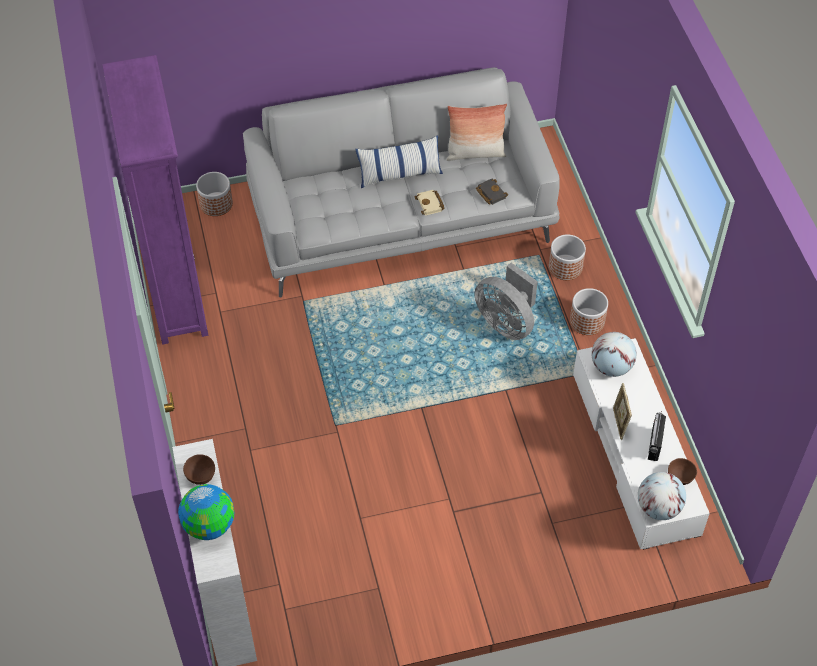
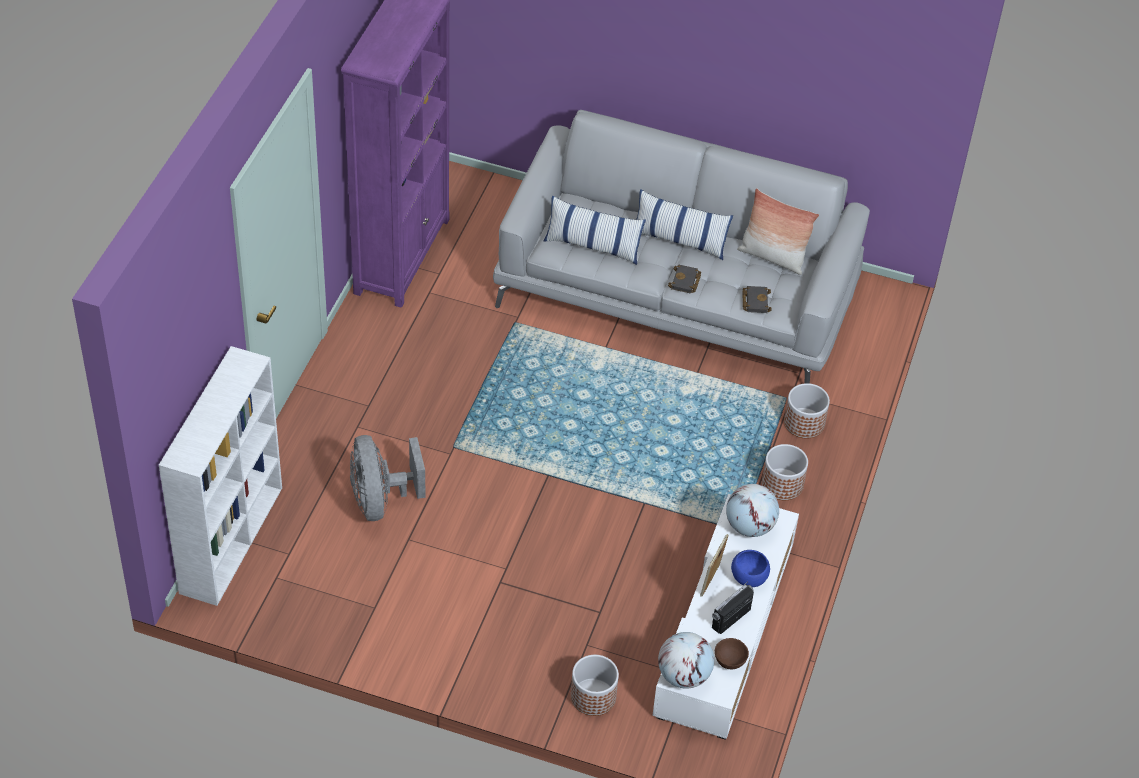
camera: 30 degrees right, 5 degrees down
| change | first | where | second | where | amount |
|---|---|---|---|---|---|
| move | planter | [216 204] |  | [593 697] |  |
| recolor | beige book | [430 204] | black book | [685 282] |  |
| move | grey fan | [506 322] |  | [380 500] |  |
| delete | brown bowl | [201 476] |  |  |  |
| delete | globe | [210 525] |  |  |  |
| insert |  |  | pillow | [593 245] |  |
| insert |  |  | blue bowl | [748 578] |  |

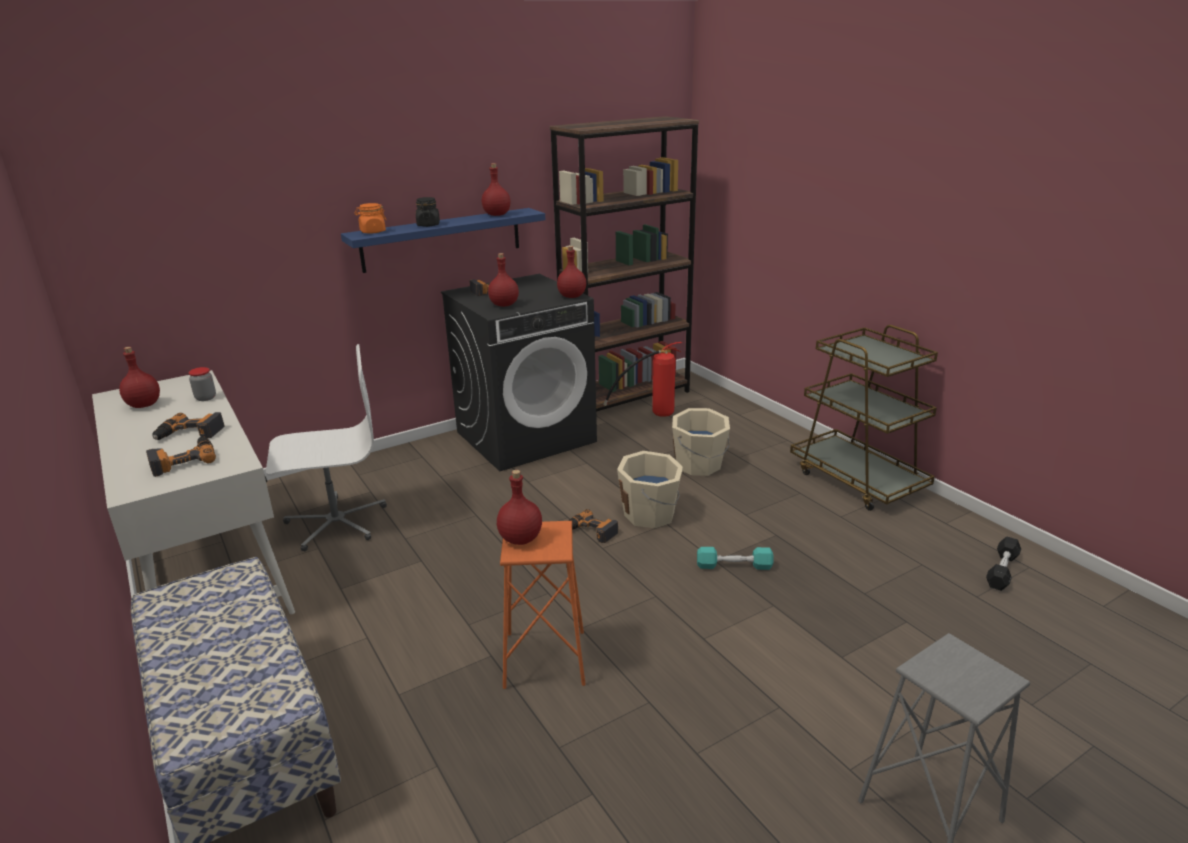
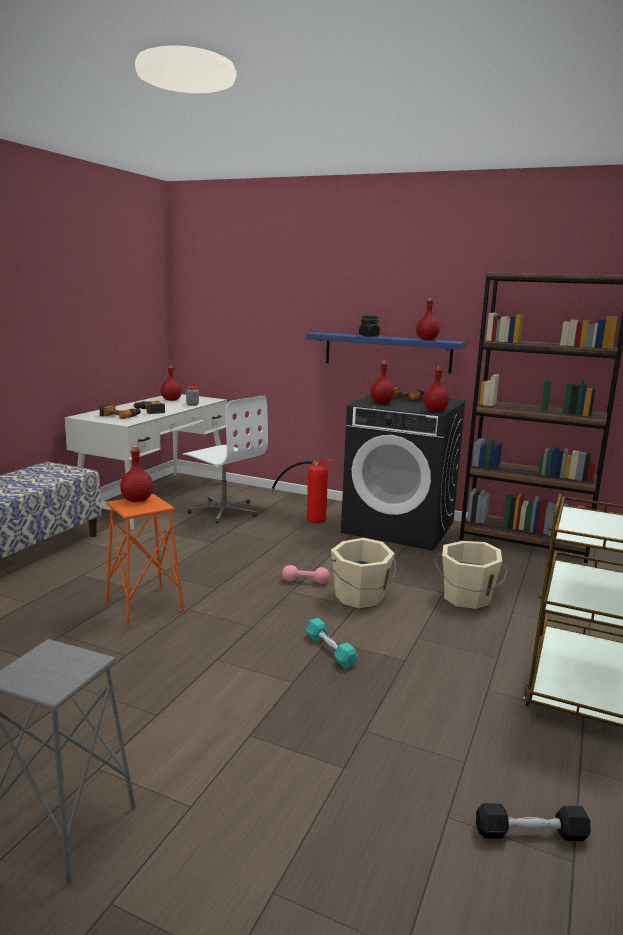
camera: 55 degrees right, 10 degrees down
| change | first | where | second | where | amount |
|---|---|---|---|---|---|
| delete | orange jar | [372 232] |  |  |  |
| move | fire extinguisher | [651 415] |  | [306 517] |  |
| replace | power drill | [590 532] | pink dumbbell | [305 581] |  |

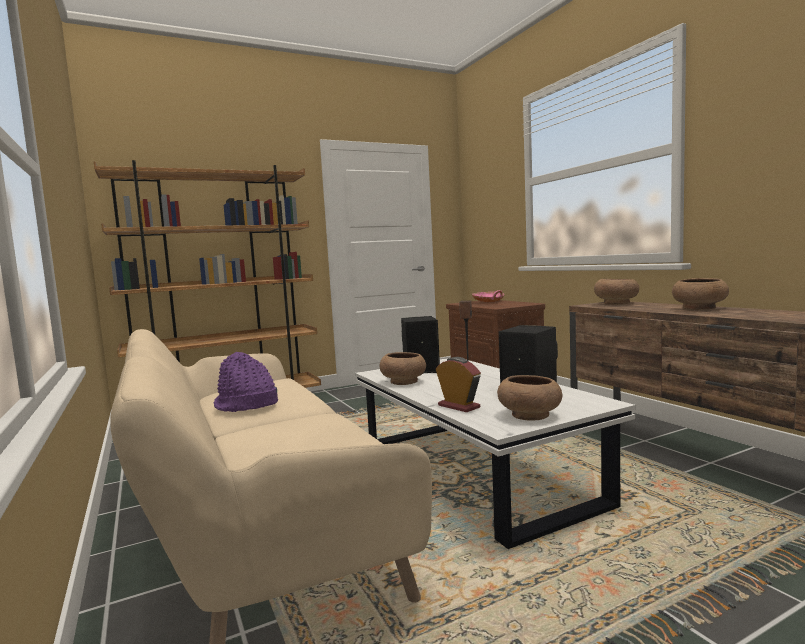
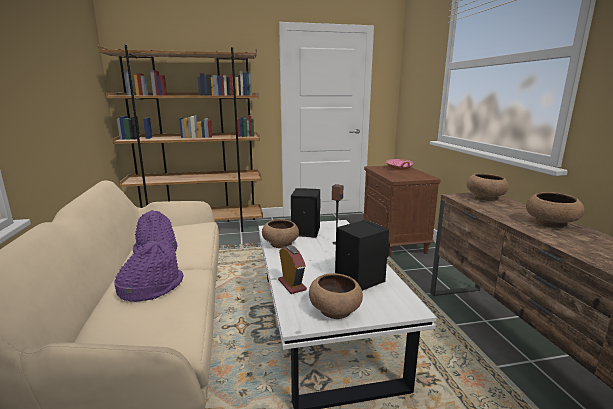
camera: 15 degrees right, 10 degrees up
| change | first | where | second | where | amount |
|---|---|---|---|---|---|
| insert |  |  | purple hat | [151 287] |  |

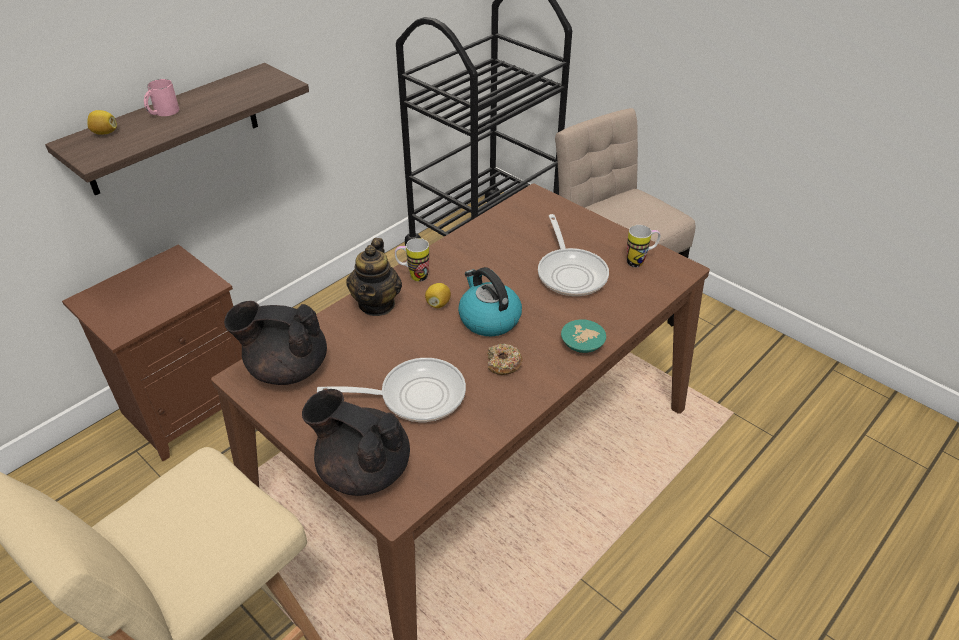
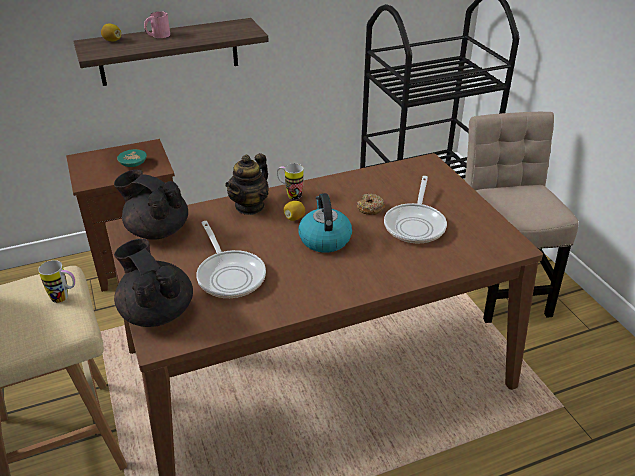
camera: 25 degrees right, 5 degrees down
| change | first | where | second | where | amount |
|---|---|---|---|---|---|
| move | mug | [640 261] |  | [65 298] |  |
| move | turquoise bowl | [584 344] |  | [134 164] |  |
| move | donut | [503 364] |  | [370 208] |  |
| rotate | frying pan | [415 395] |  | [230 275] | 45 degrees clockwise |

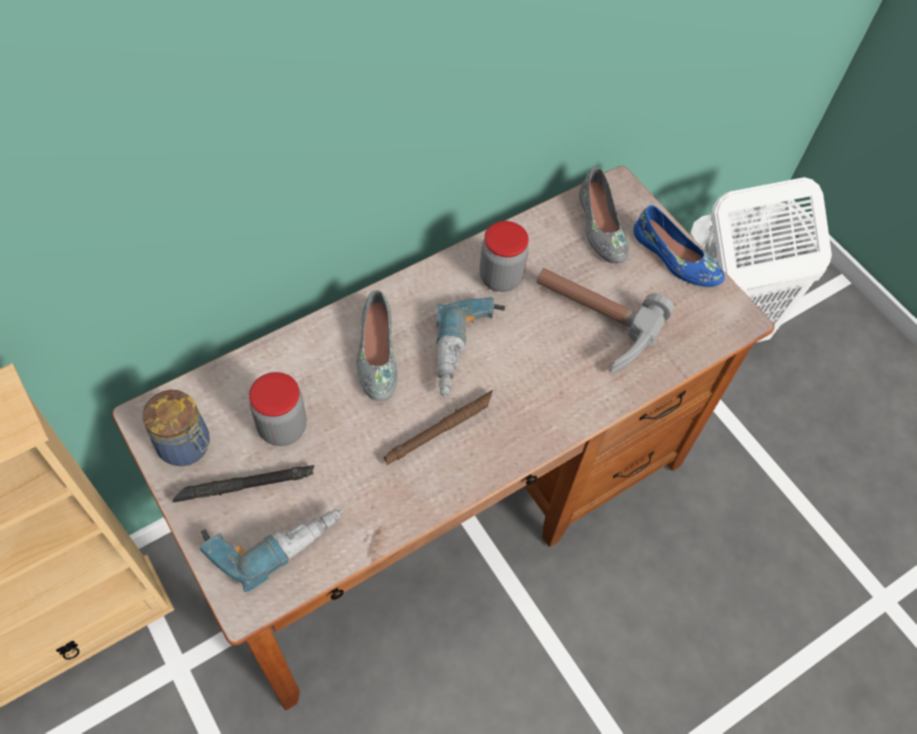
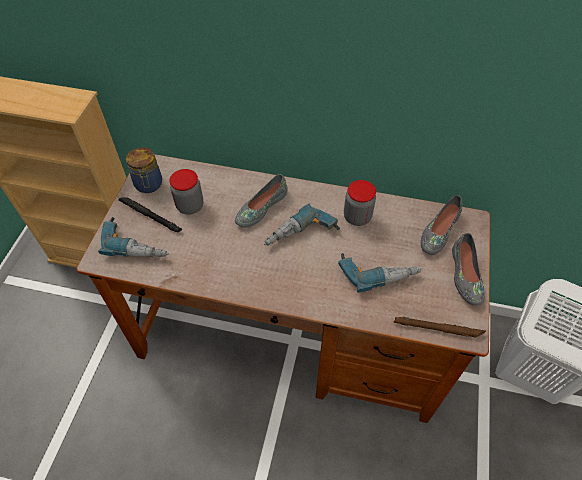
camera: 50 degrees right, 5 degrees down
| change | first | where | second | where | amount |
|---|---|---|---|---|---|
| recolor | blue shoe | [675 258] | grey shoe | [465 275] |  |
| replace | hammer | [590 323] | power drill | [378 270] |  |
| move | brown flashlight | [440 430] |  | [438 328] |  |

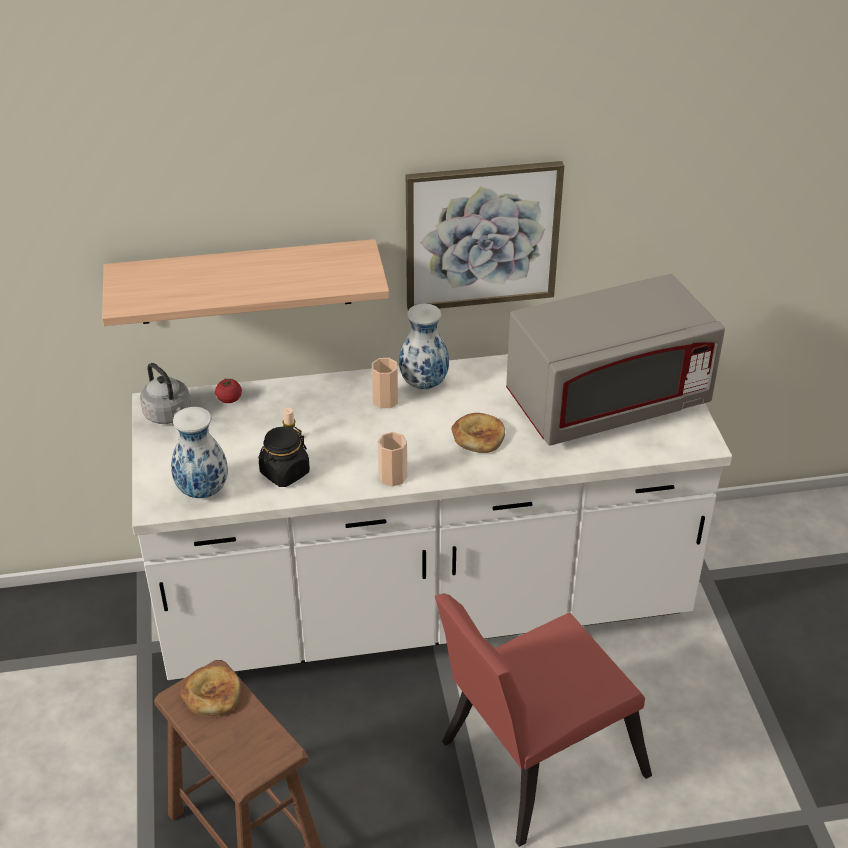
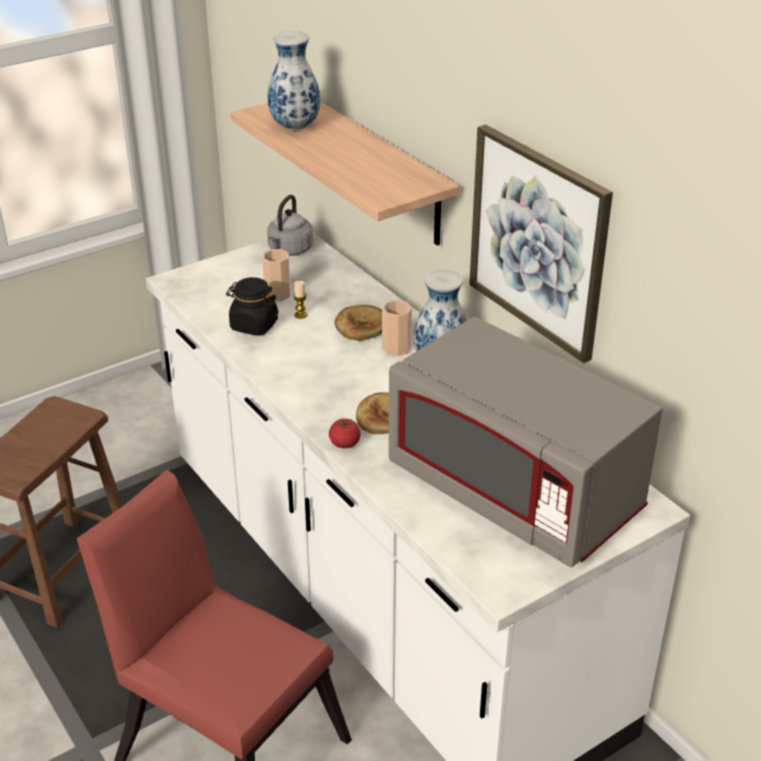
camera: 65 degrees right, 5 degrees down
| change | first | where | second | where | amount |
|---|---|---|---|---|---|
| move | tomato | [229 399] |  | [344 444] |  |
| move | vase | [203 490] |  | [296 127] |  |
| move | cup | [393 476] |  | [277 294] |  |
| move | bread | [211 693] |  | [361 326] |  |

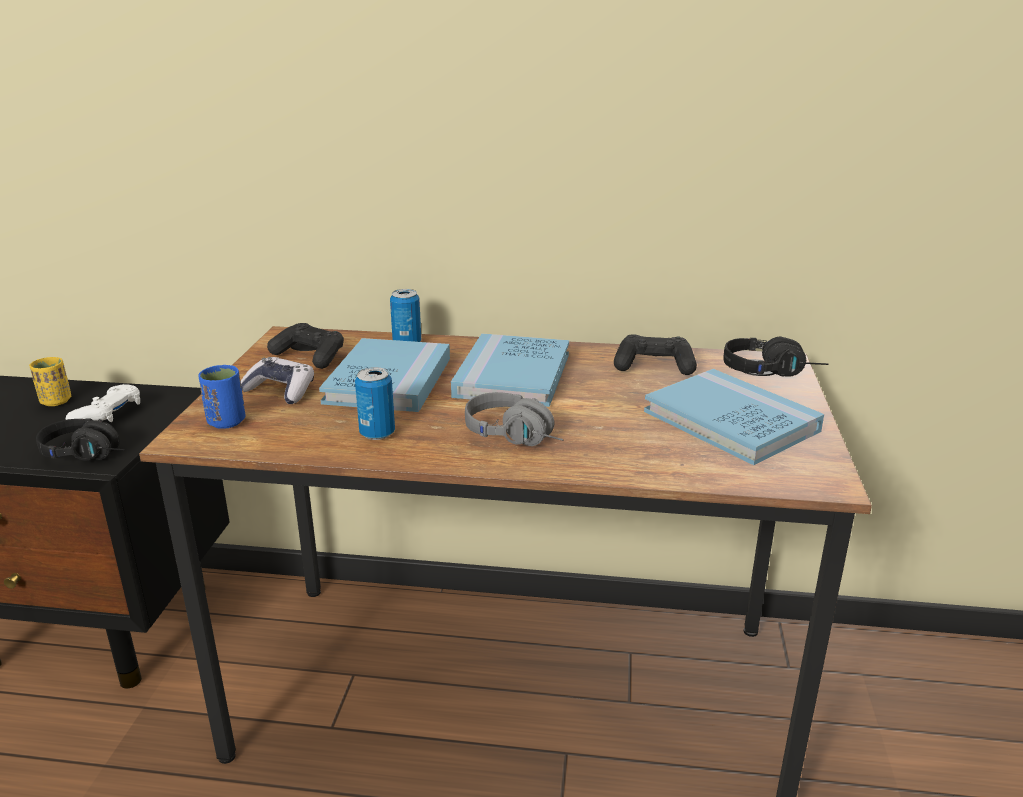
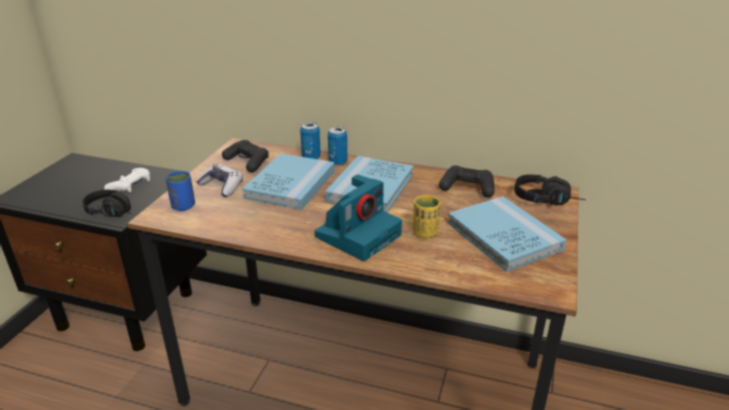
camera: 10 degrees right, 5 degrees up
| change | first | where | second | where | amount |
|---|---|---|---|---|---|
| move | yellow cup | [56 401] |  | [425 232] |  |
| move | can | [377 433] |  | [338 162] |  |
| replace | grey headphones | [518 437] | photo camera | [358 234] |  |

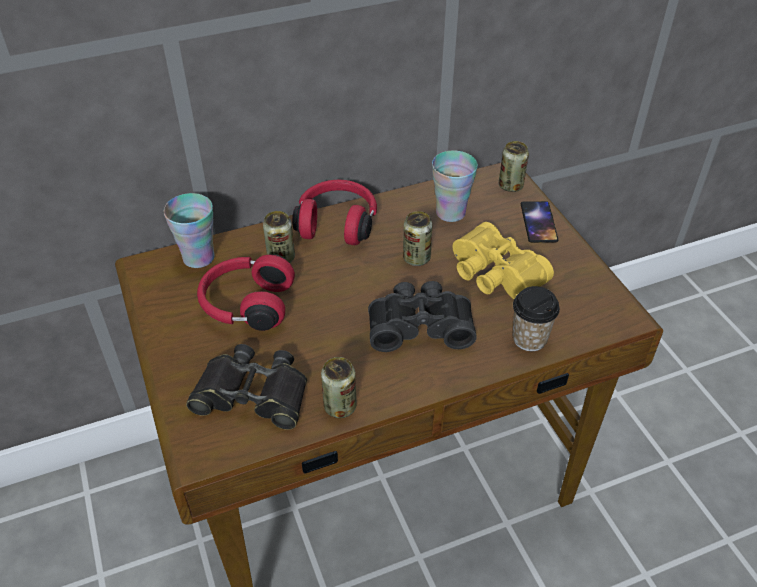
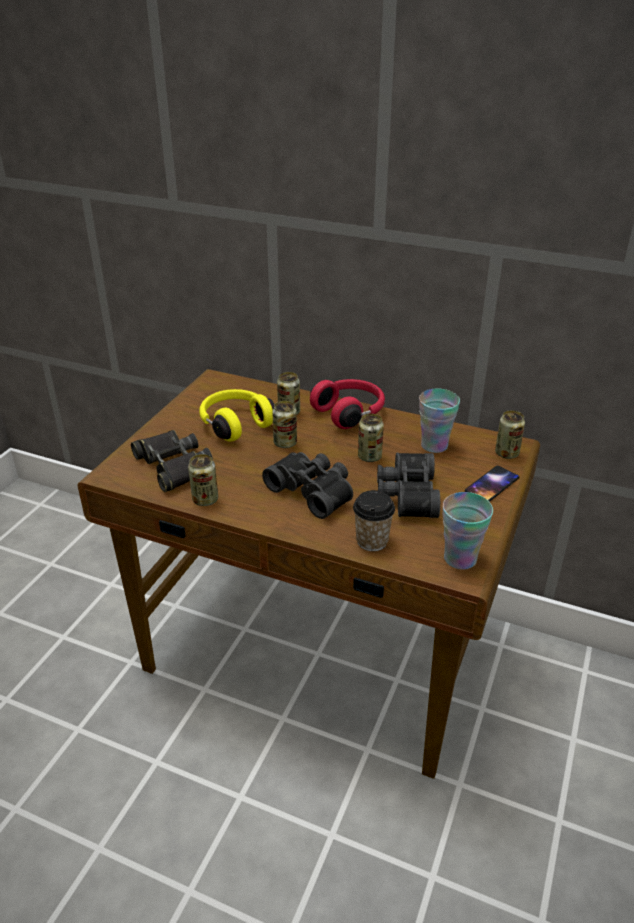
camera: 45 degrees right, 10 degrees down
| change | first | where | second | where | amount |
|---|---|---|---|---|---|
| move | cup | [198 258] |  | [460 559] |  |
| recolor | yellow binoculars | [493 276] | black binoculars | [405 494] |  |
| recolor | red headphones | [246 304] | yellow headphones | [235 424] |  |
| insert |  |  | can | [285 443] |  |

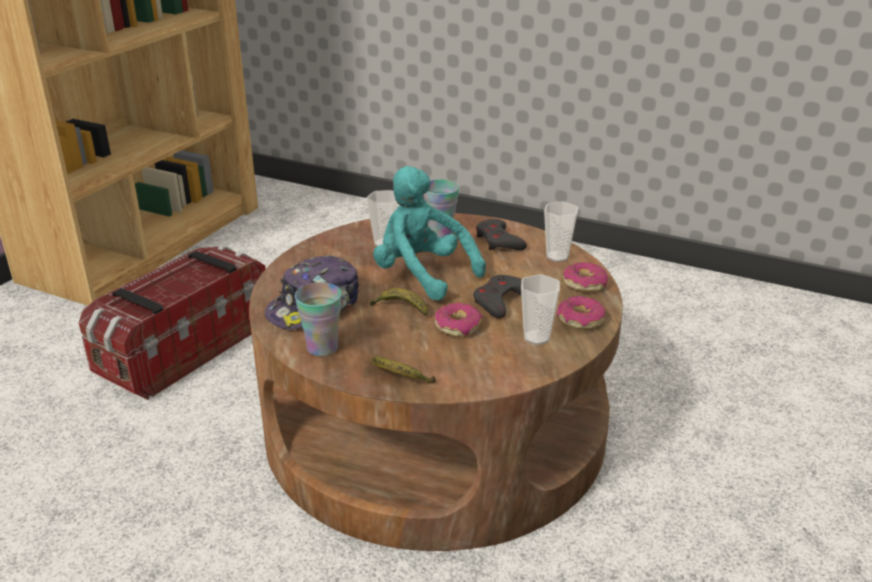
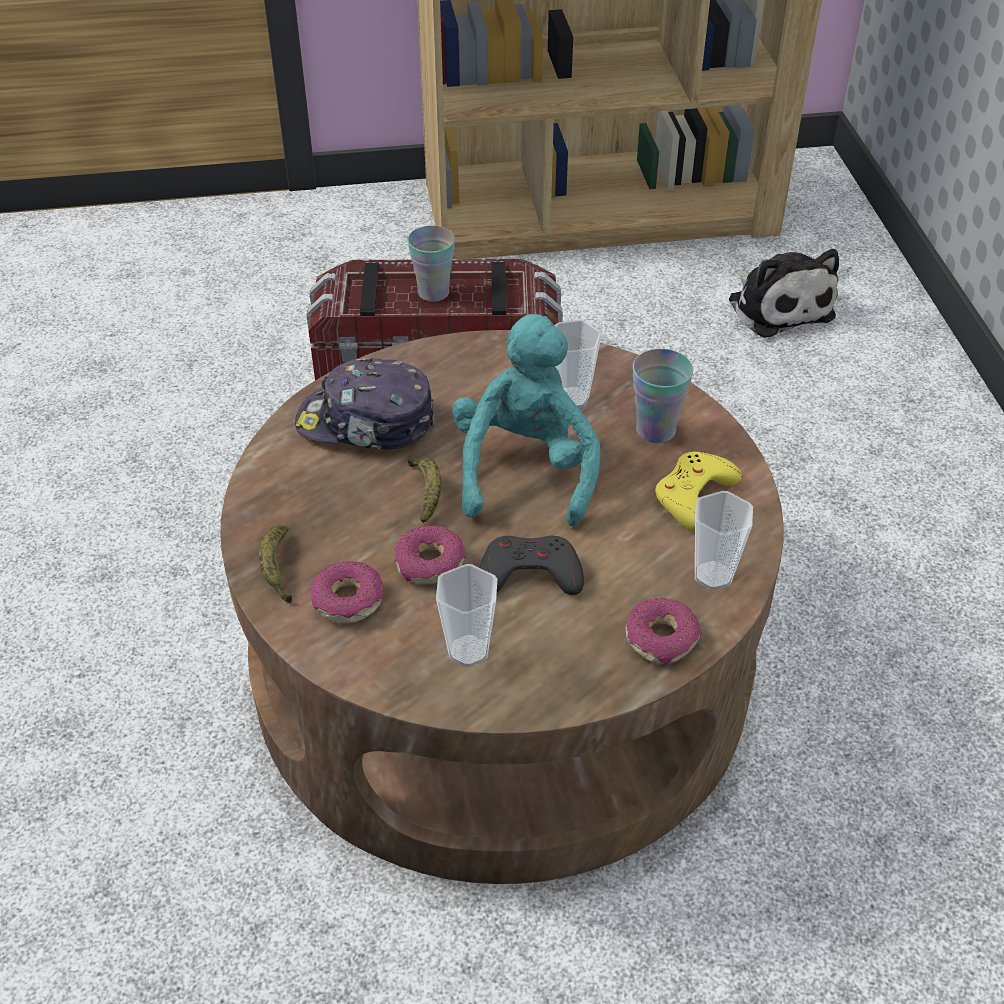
camera: 55 degrees right, 15 degrees up
| change | first | where | second | where | amount |
|---|---|---|---|---|---|
| recolor | grey game controller | [499 241] | yellow game controller | [694 496] |  |
| move | cup | [322 348] |  | [433 292] |  |
| move | donut | [580 320] |  | [347 600] |  |
| insert |  |  | plush toy | [778 306] |  |

